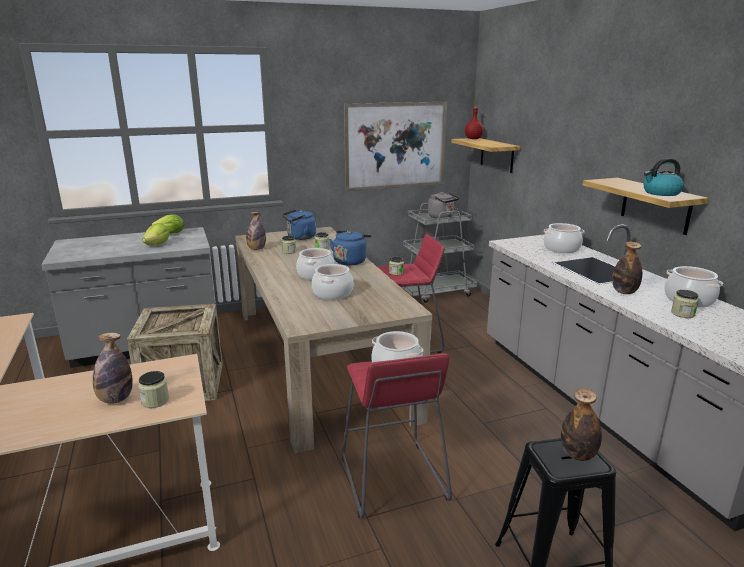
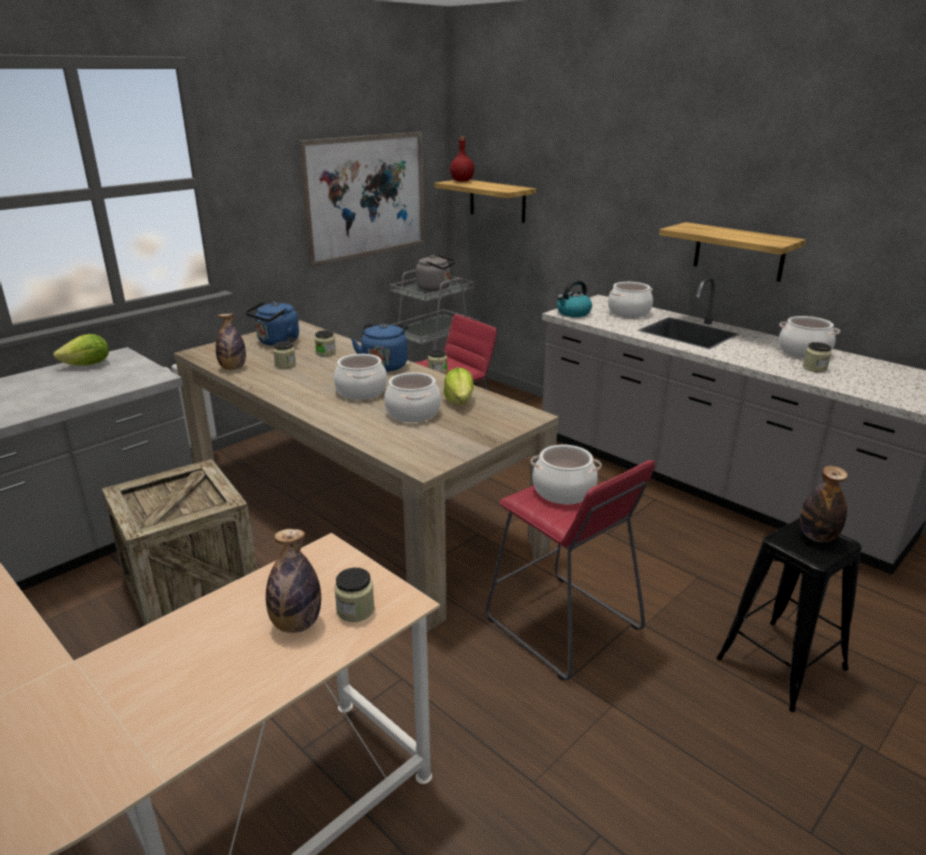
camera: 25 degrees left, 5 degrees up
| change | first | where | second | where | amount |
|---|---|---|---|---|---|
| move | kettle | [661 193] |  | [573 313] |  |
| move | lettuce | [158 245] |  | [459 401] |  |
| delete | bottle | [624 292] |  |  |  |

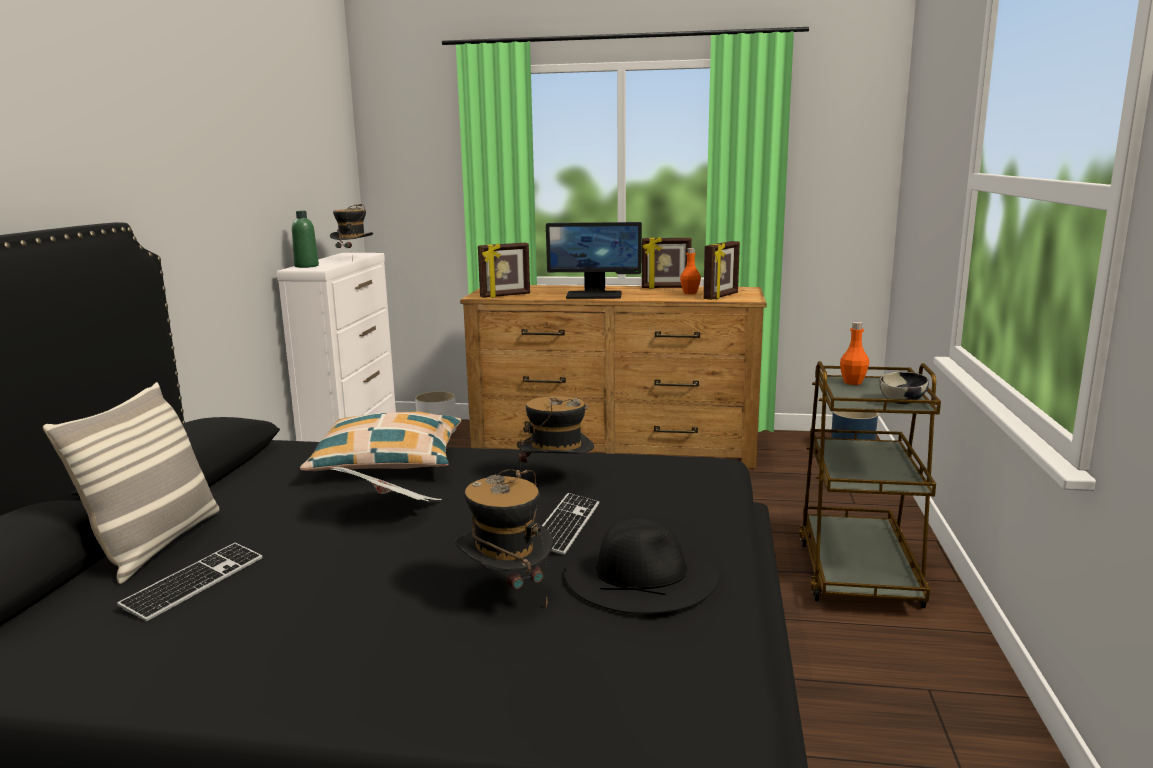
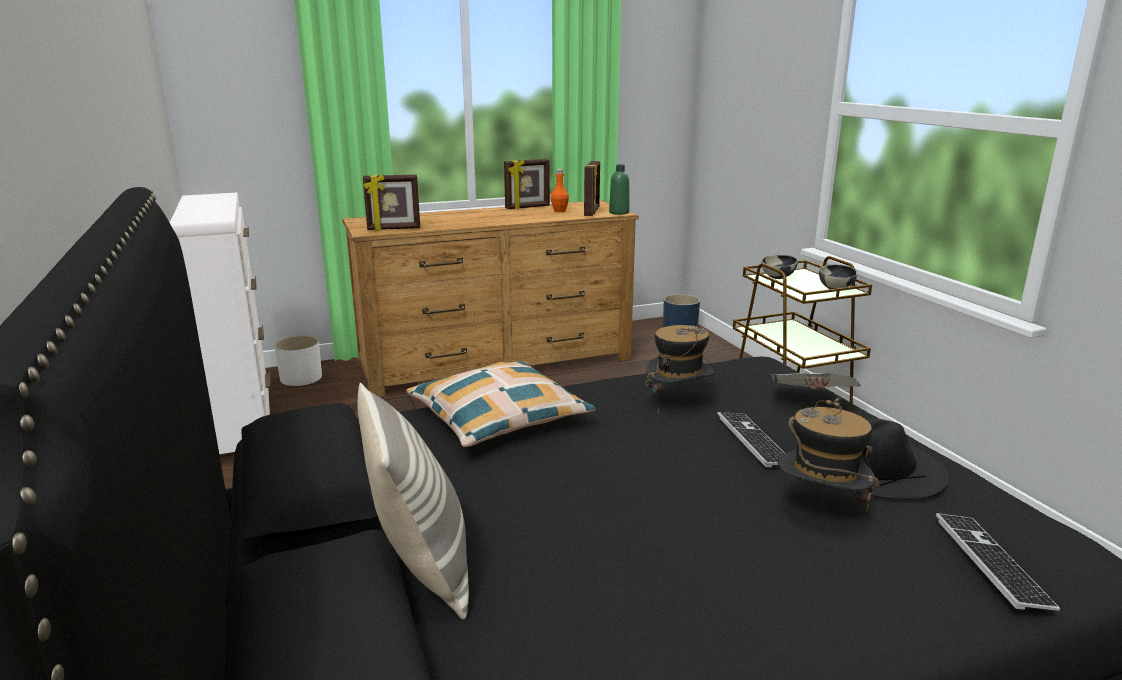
camera: 30 degrees left, 5 degrees up
| change | first | where | second | where | amount |
|---|---|---|---|---|---|
| delete | hat | [353 259] |  |  |  |
| move | green bottle | [306 266] |  | [619 212] |  |
| delete | monitor | [594 295] |  |  |  |
| rotate | picture frame | [505 296] |  | [394 229] | 45 degrees clockwise |
| replace | orange bottle | [853 382] | bowl | [778 277] |  |
| move | newspaper | [389 511] |  | [811 403] |  |
| move | keyboard | [195 583] |  | [991 562] |  |

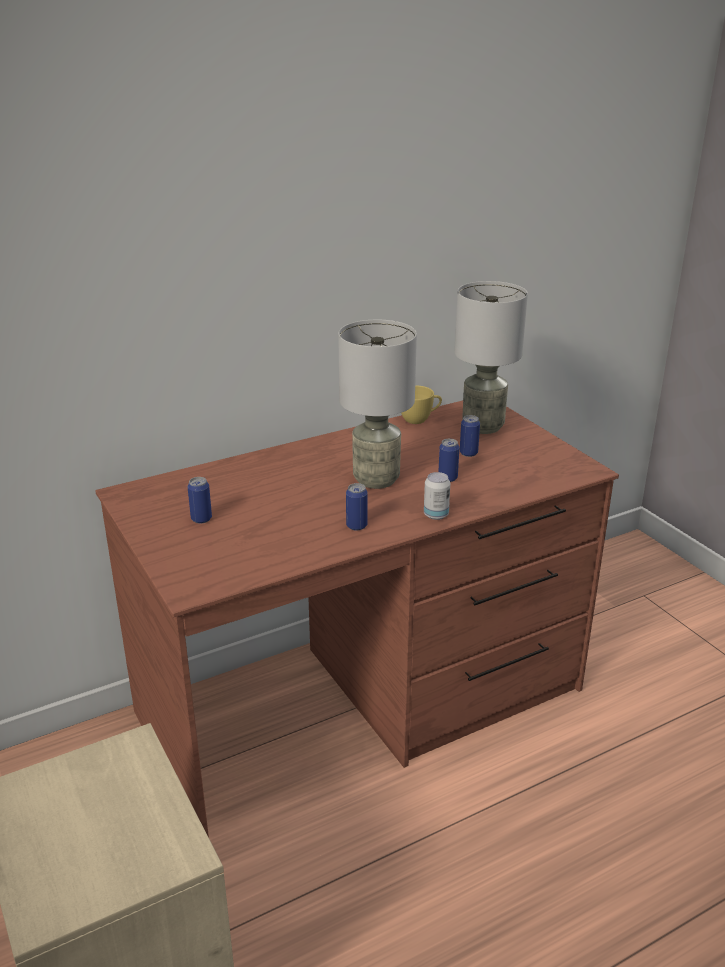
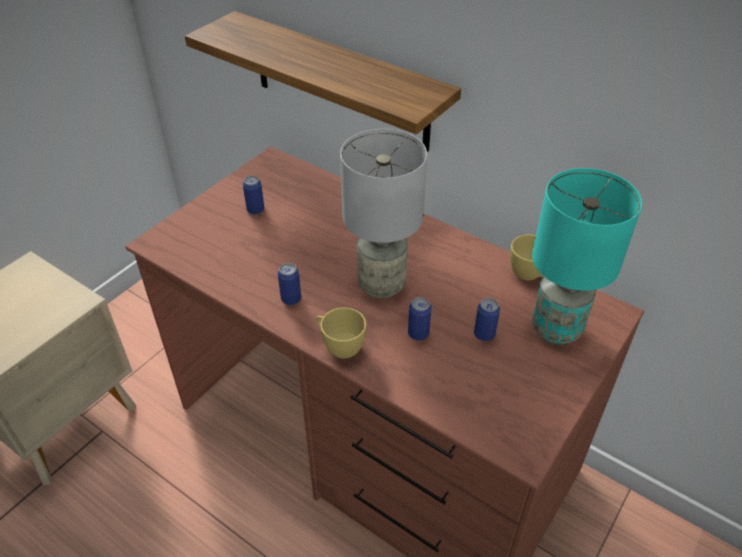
camera: 65 degrees right, 15 degrees up
| change | first | where | second | where | amount |
|---|---|---|---|---|---|
| recolor | grey table lamp | [482 427] | turquoise table lamp | [555 329] |  |
| replace | can | [436 515] | yellow cup | [339 346] |  |
| insert |  |  | shelf | [339 82] |  |

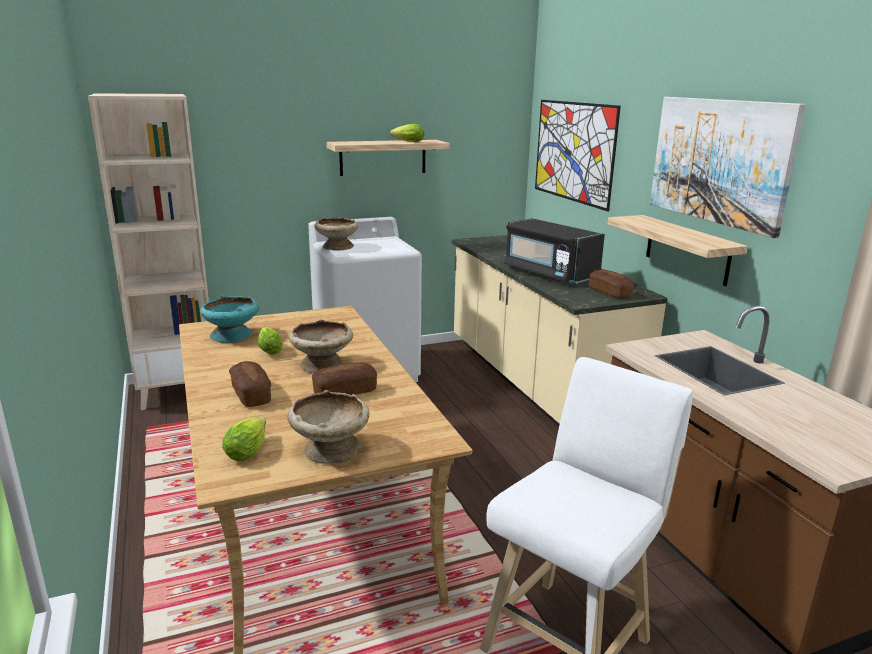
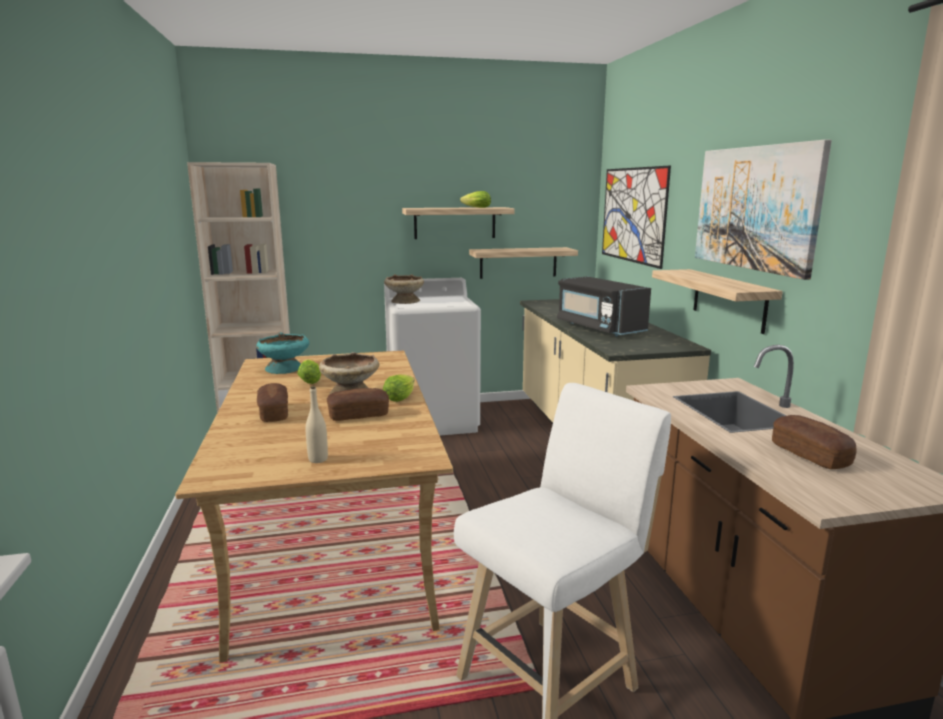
camera: 10 degrees right, 5 degrees down
| change | first | where | second | where | amount |
|---|---|---|---|---|---|
| move | bread | [609 292] |  | [810 455] |  |
| replace | beige bowl | [330 450] | beige bottle | [318 459] |  |
| move | lettuce | [249 449] |  | [401 397] |  |
| insert |  |  | shelf | [518 262] |  |

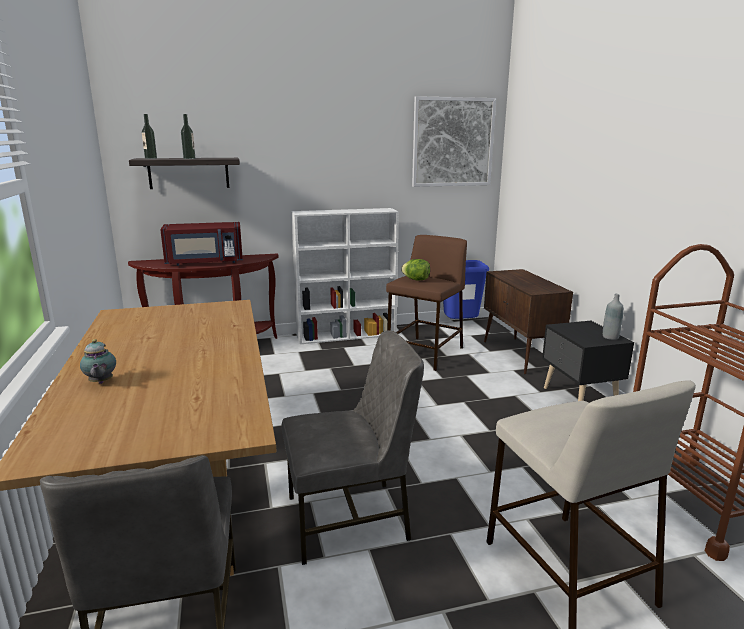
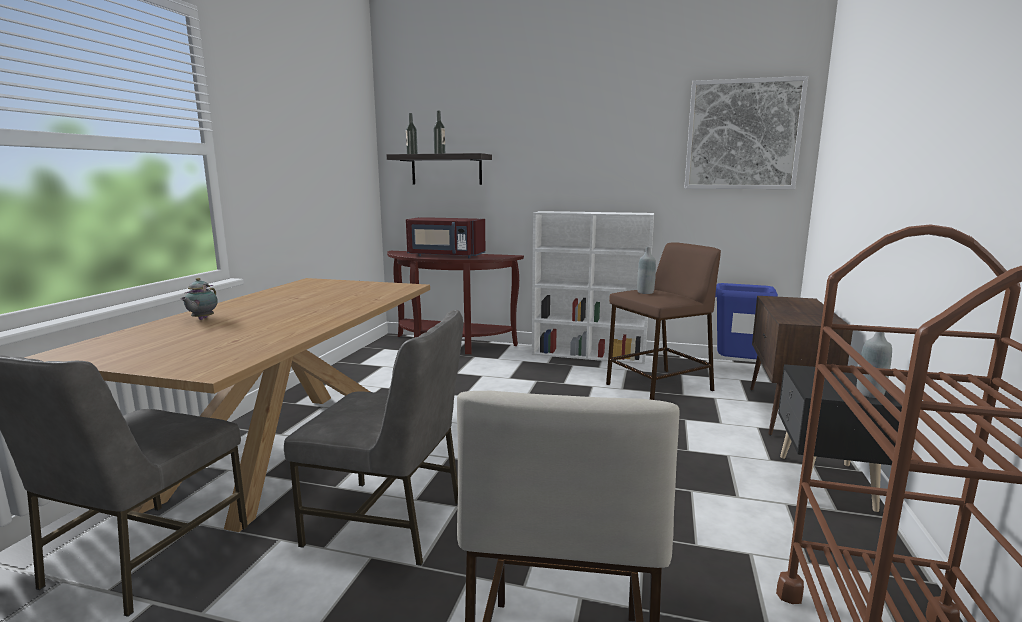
camera: 30 degrees right, 5 degrees down
| change | first | where | second | where | amount |
|---|---|---|---|---|---|
| replace | lettuce | [416 280] | grey bottle | [645 292] |  |

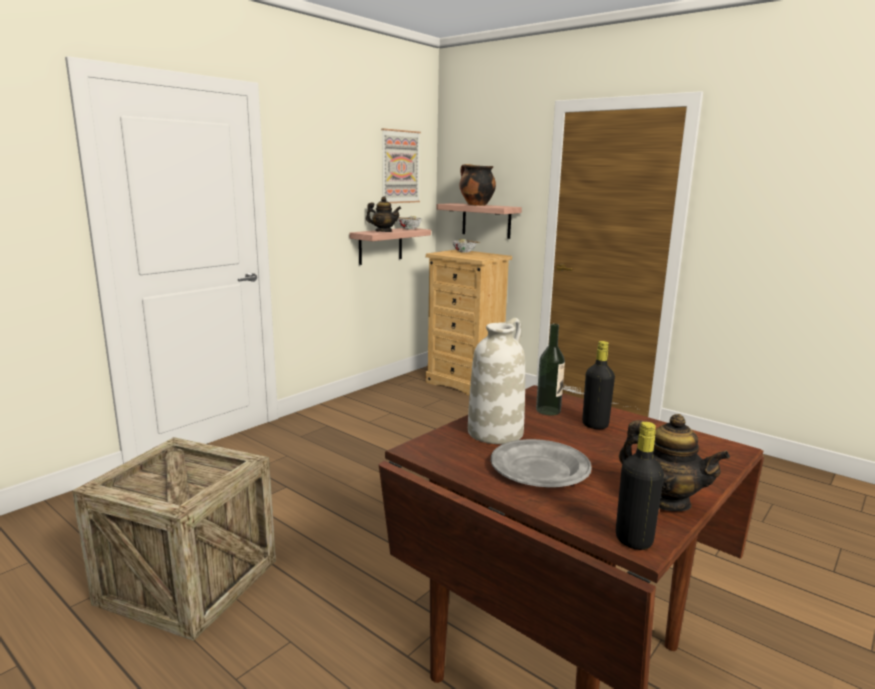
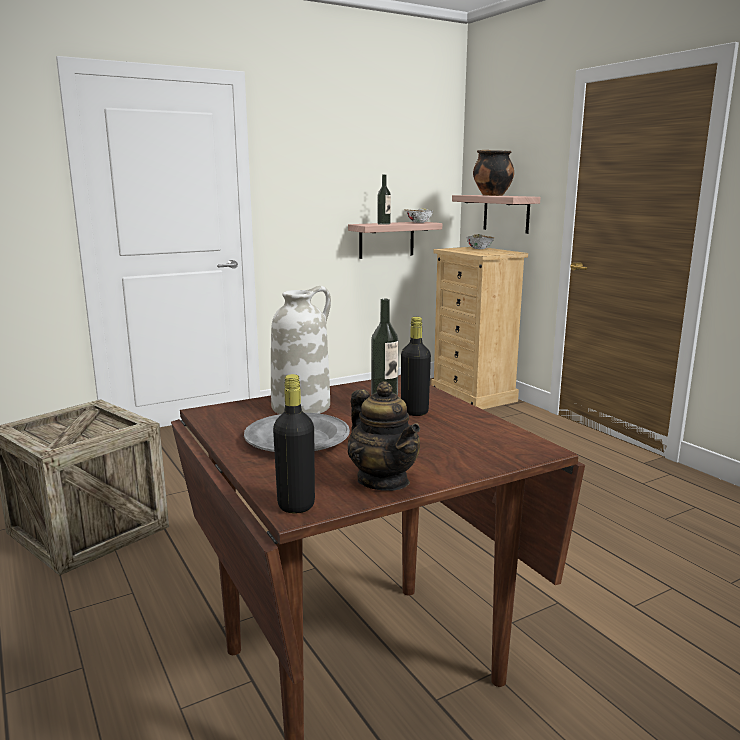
camera: 20 degrees right, 0 degrees up
| change | first | where | second | where | amount |
|---|---|---|---|---|---|
| delete | picture | [400 167] |  |  |  |
| replace | teapot | [383 232] | bottle | [384 224] |  |

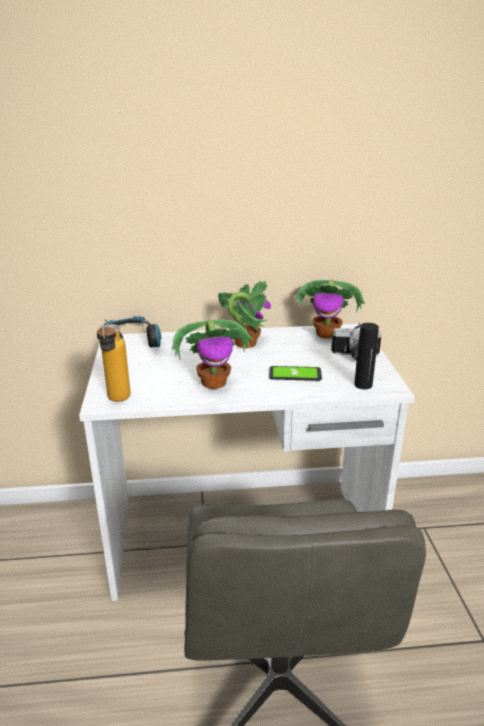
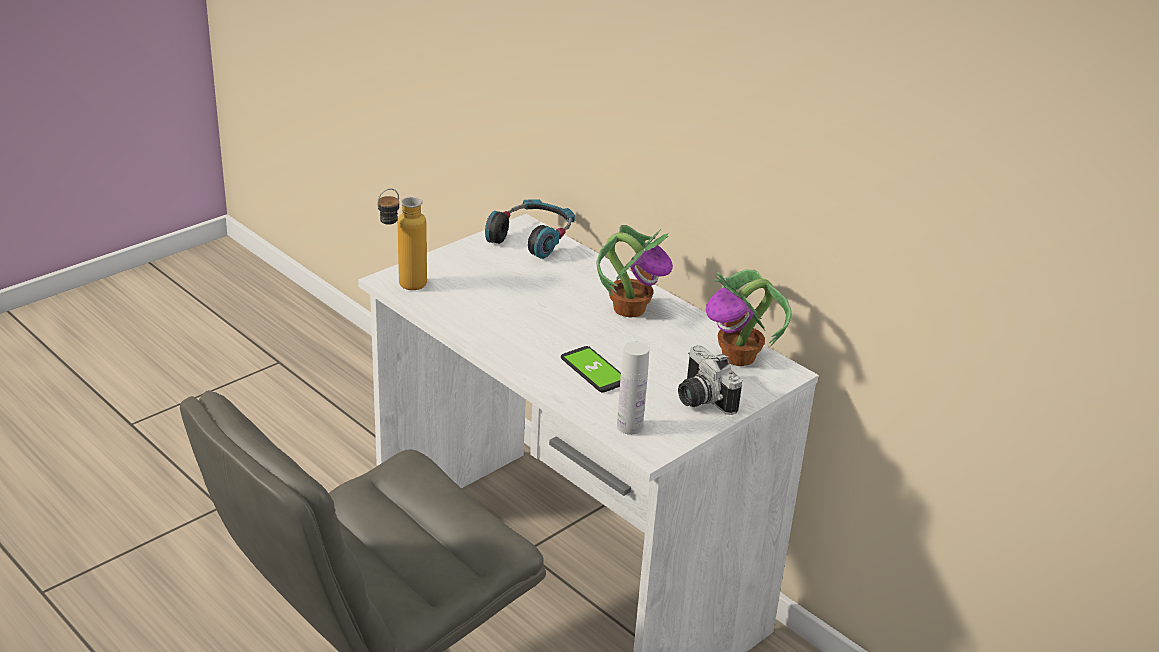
camera: 50 degrees right, 5 degrees up
| change | first | where | second | where | amount |
|---|---|---|---|---|---|
| delete | potted plant | [214 382] |  |  |  |
| recolor | black bottle | [363 385] | white bottle | [629 426] |  |

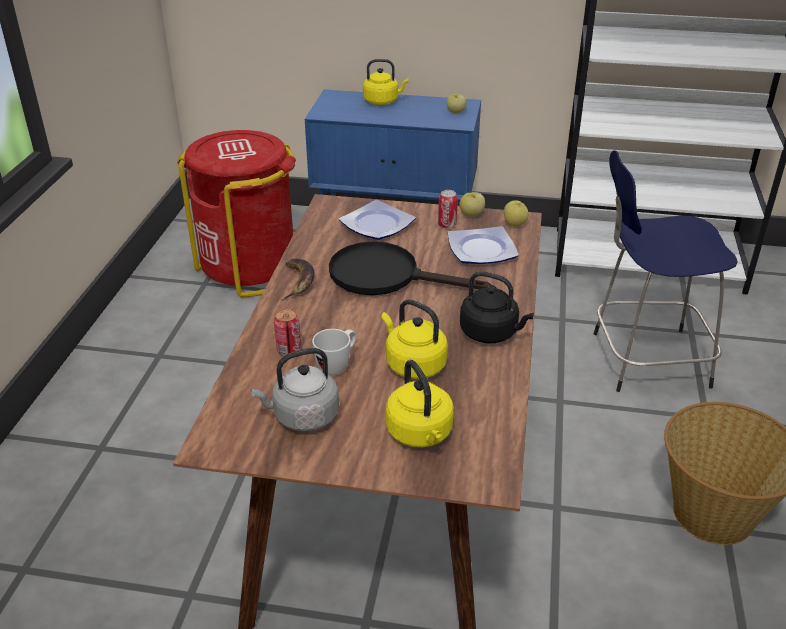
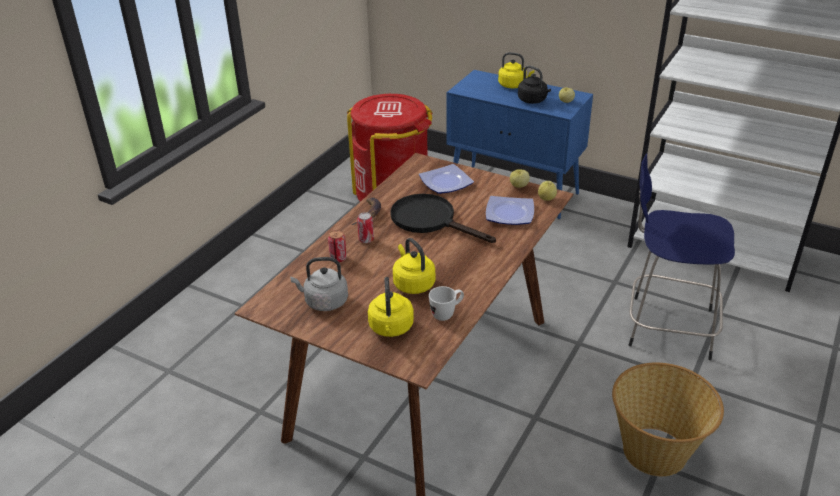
camera: 20 degrees right, 0 degrees up
| change | first | where | second | where | amount |
|---|---|---|---|---|---|
| move | can | [447 225] |  | [366 240] |  |
| move | black kettle | [491 333] |  | [533 100] |  |
| move | white mug | [337 366] |  | [447 314] |  |

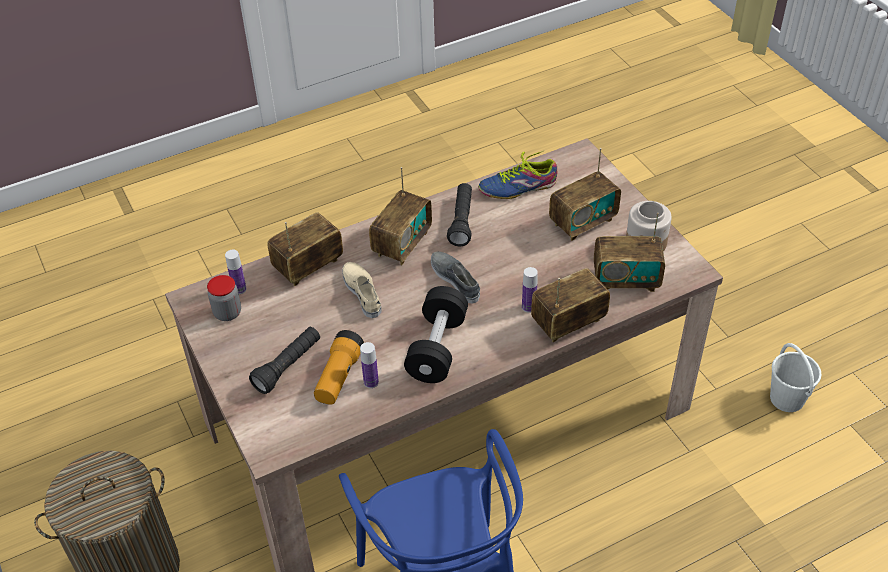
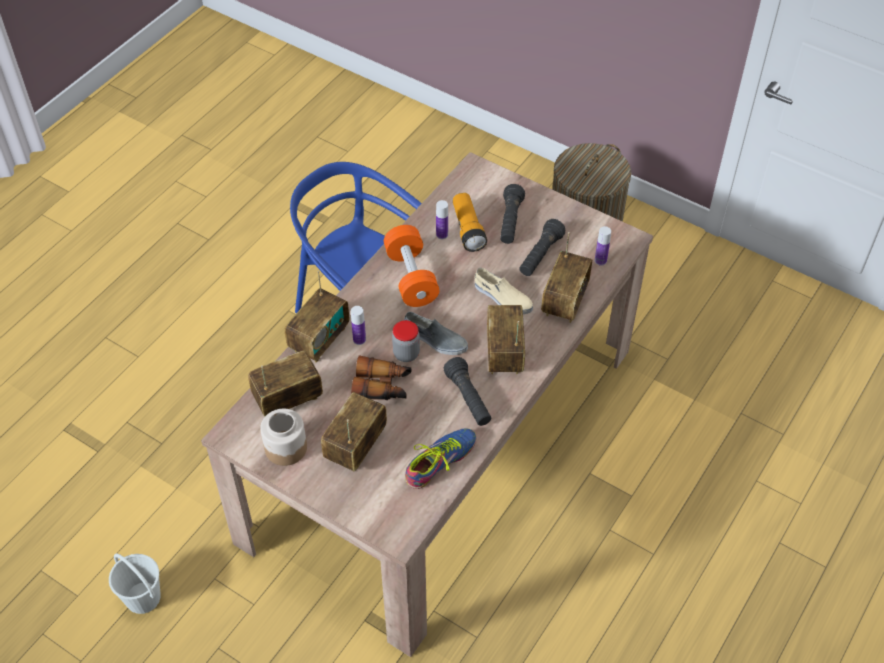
camera: 150 degrees right, 5 degrees up
| change | first | where | second | where | amount |
|---|---|---|---|---|---|
| move | jar | [227 313] |  | [406 353] |  |
| recolor | black dumbbell | [437 348] | orange dumbbell | [411 277] |  |
| insert |  |  | black flashlight | [540 255] |  |
| insert |  |  | binoculars | [382 386] |  |

